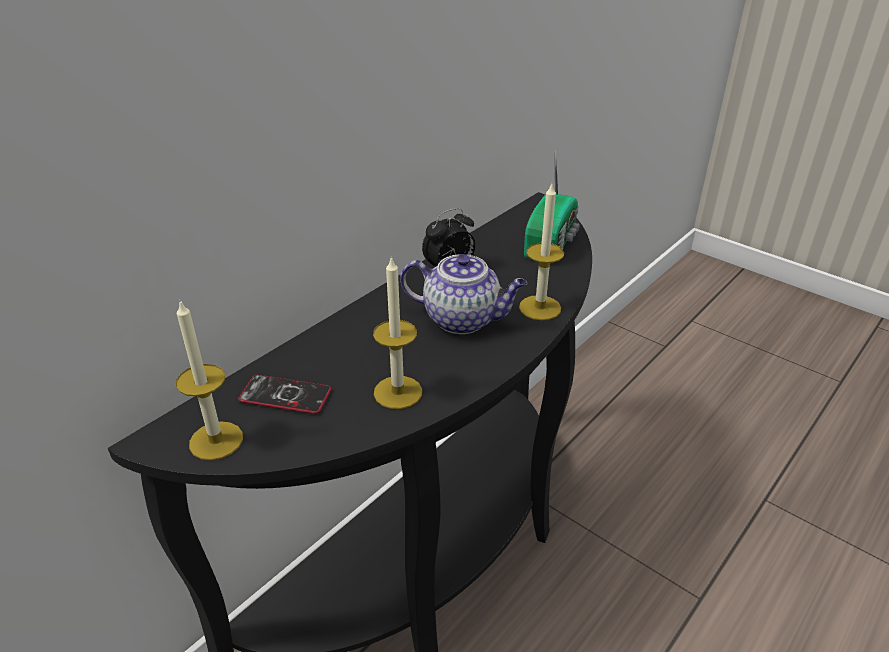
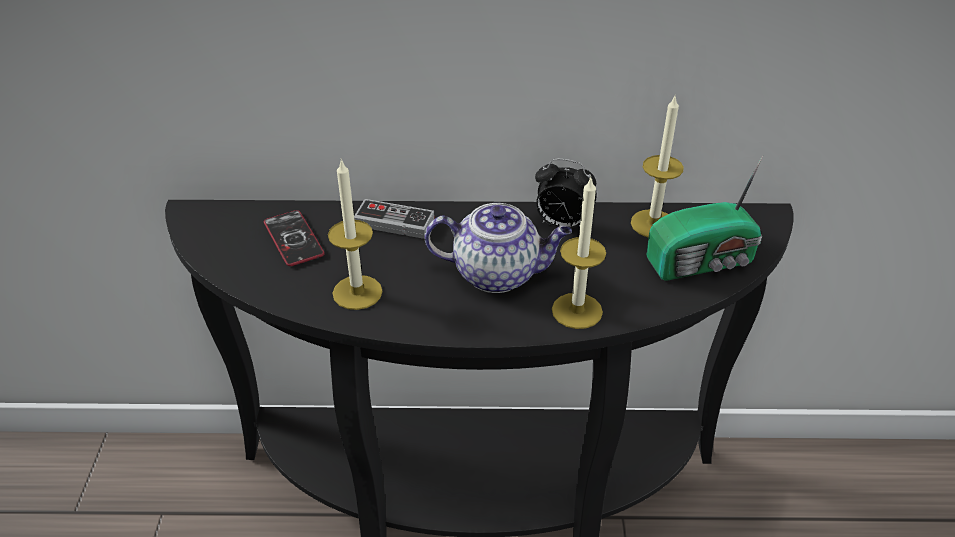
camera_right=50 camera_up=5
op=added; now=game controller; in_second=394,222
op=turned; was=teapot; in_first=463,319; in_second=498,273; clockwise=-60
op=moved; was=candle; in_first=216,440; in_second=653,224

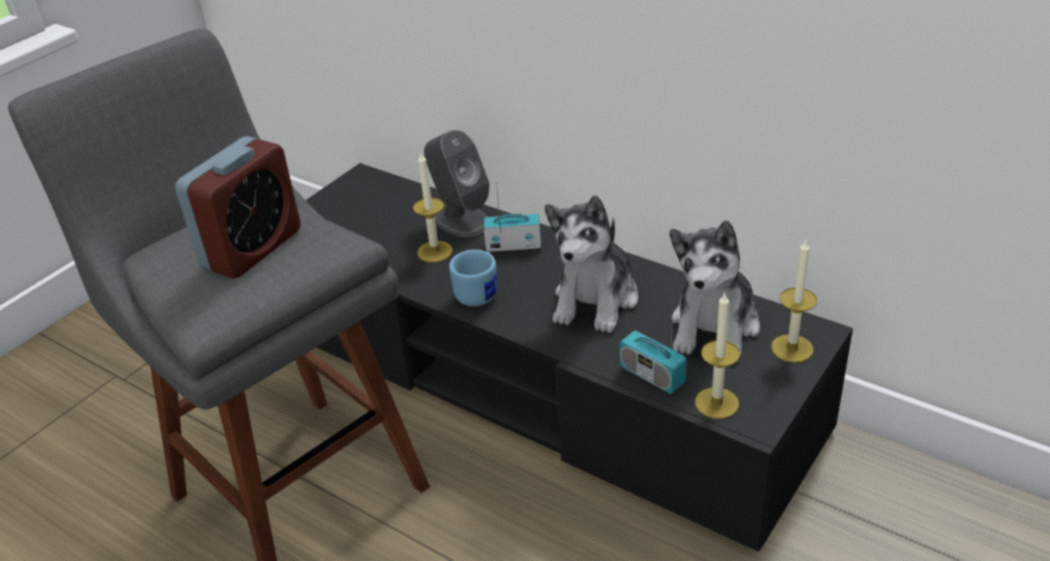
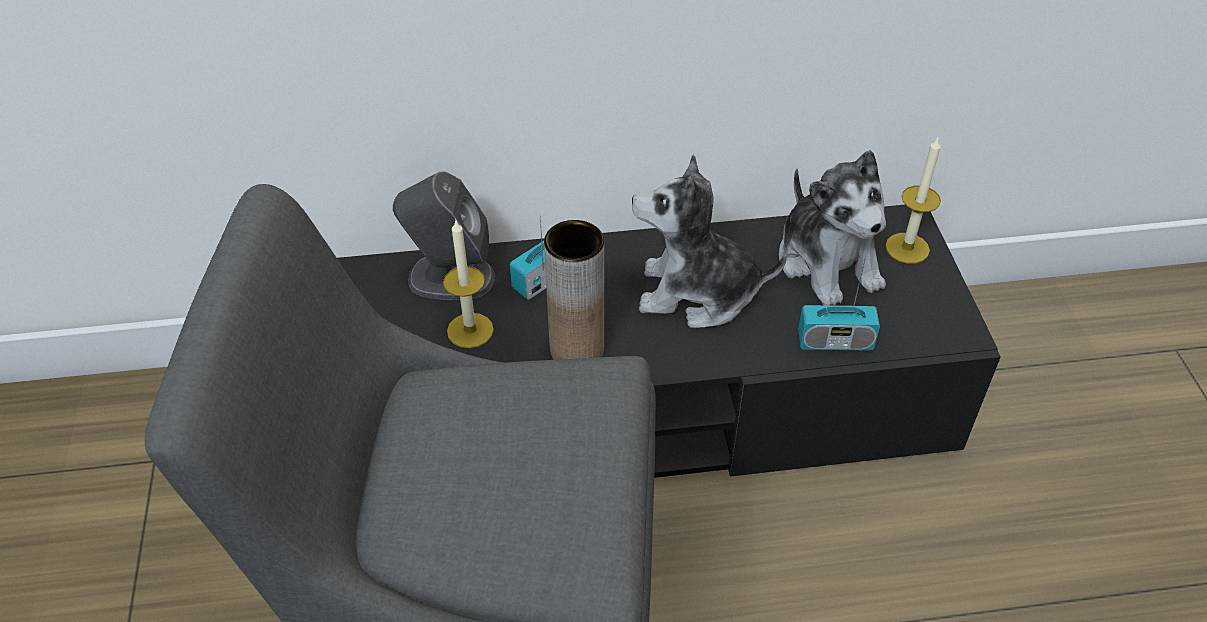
camera_right=-45 camera_up=10
op=replaced; was=blue mug; now=brown vase; in_first=479,292; in_second=577,350
op=turned; was=plush toy; in_first=596,300; in_second=697,293; clockwise=120
op=removed; was=alarm clock; in_first=252,248
op=removed; was=candle; in_first=716,403

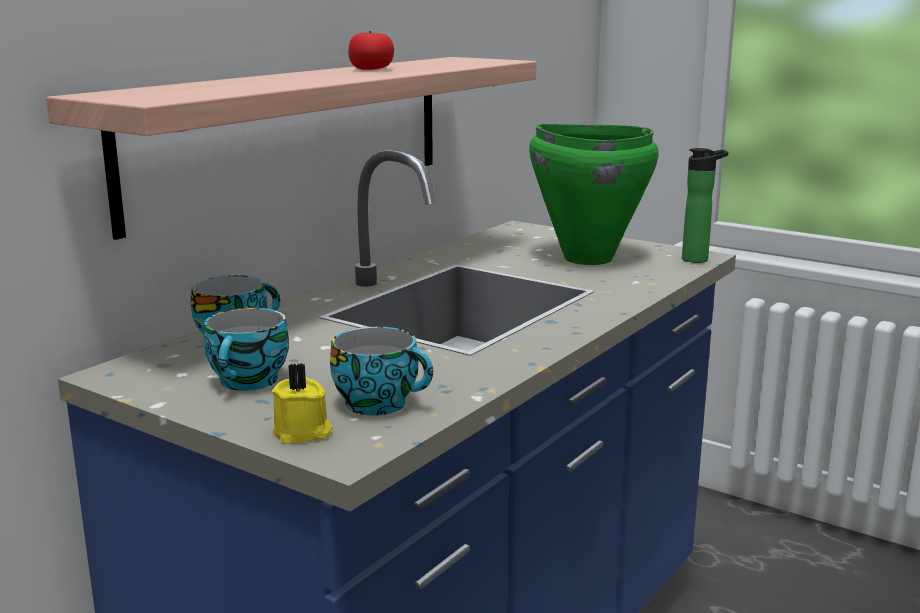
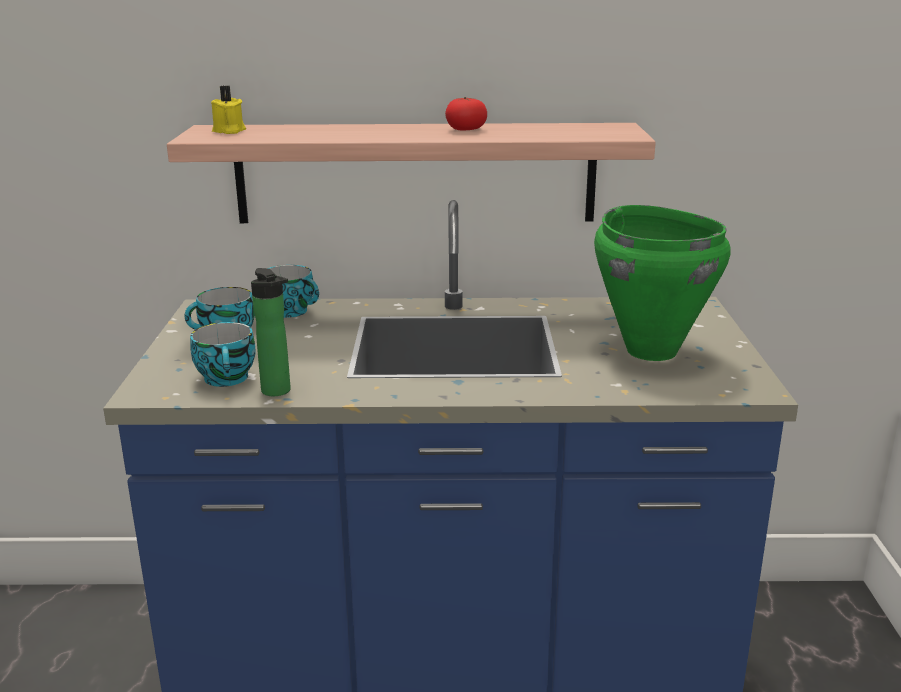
camera_right=55 camera_up=5
op=moved; was=yellow candle; in_first=303,433; in_second=228,131
op=moved; was=bottle; in_first=699,259; in_second=278,392

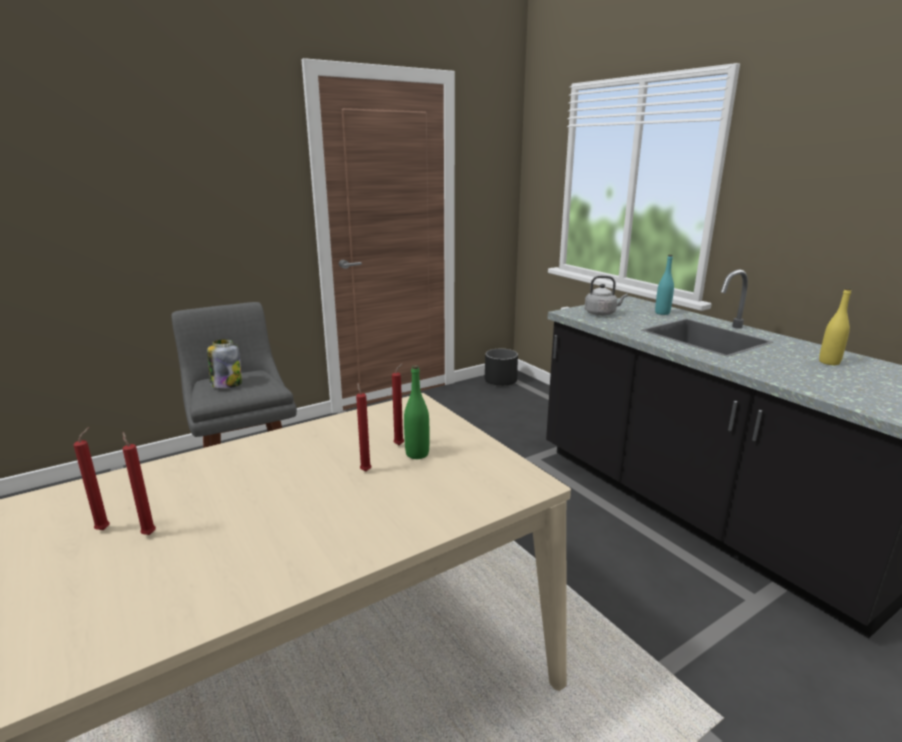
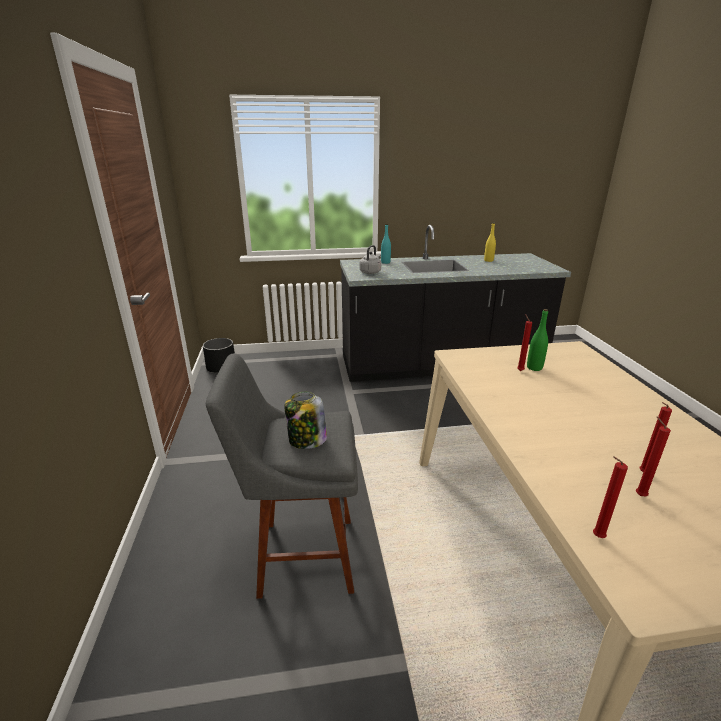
camera_right=-65 camera_up=5
op=moved; was=red candle; in_first=365,470; in_second=596,537

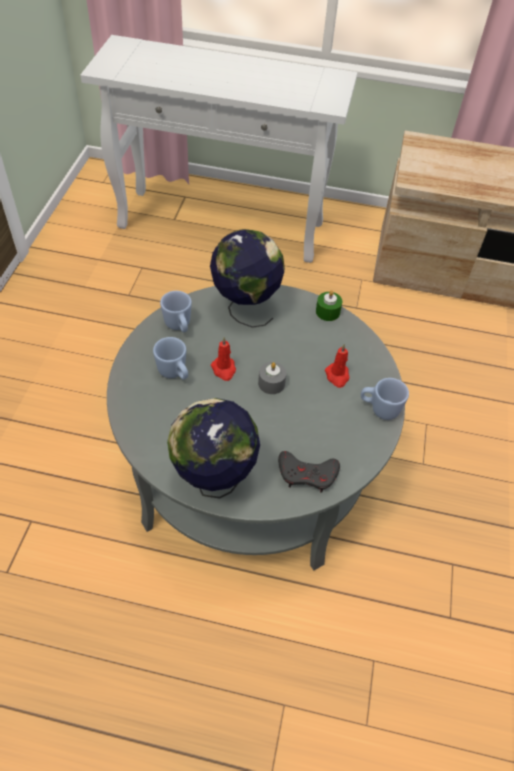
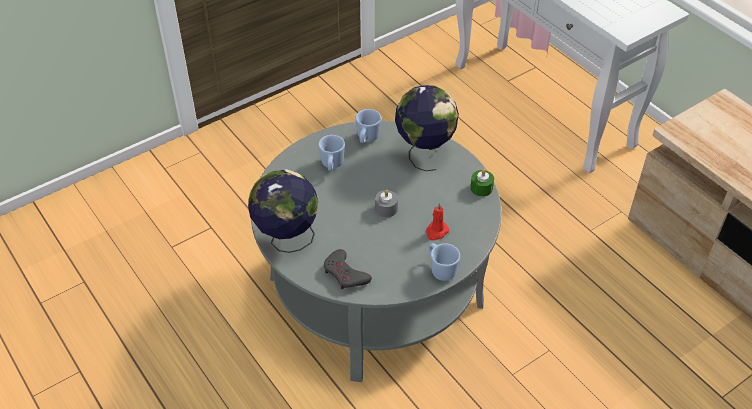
camera_right=45 camera_up=-5
op=removed; was=red candle; in_first=224,369

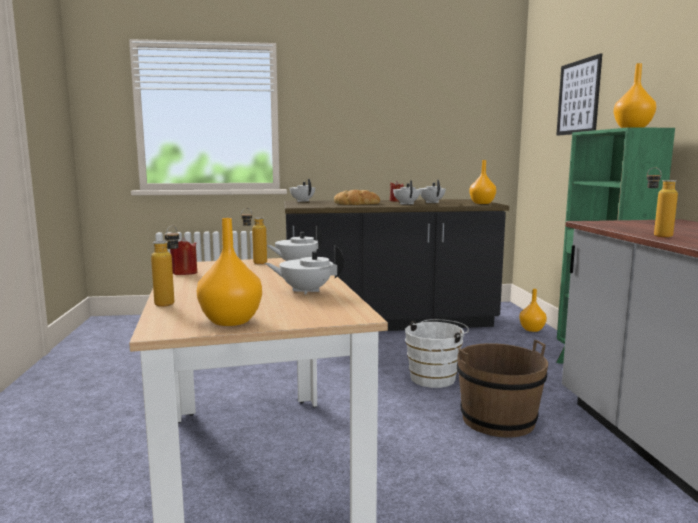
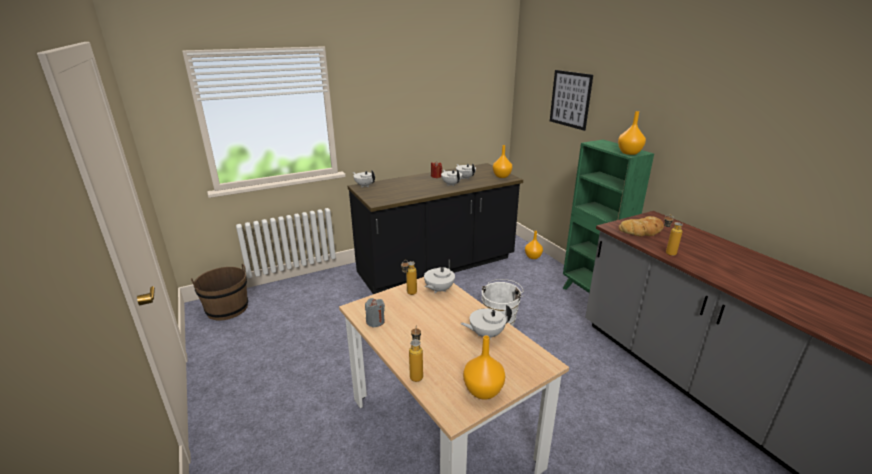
camera_right=-20 camera_up=15
op=moved; was=brown bucket; in_first=498,420; in_second=227,309
op=recoloured; was=red candle; now=grey candle; in_first=184,273; in_second=375,321
op=moved; was=bread; in_first=356,204; in_second=642,230

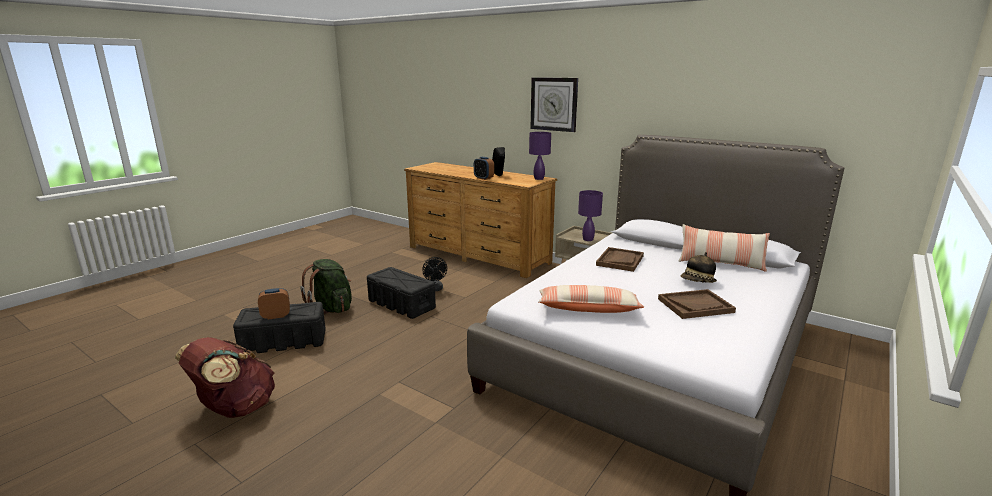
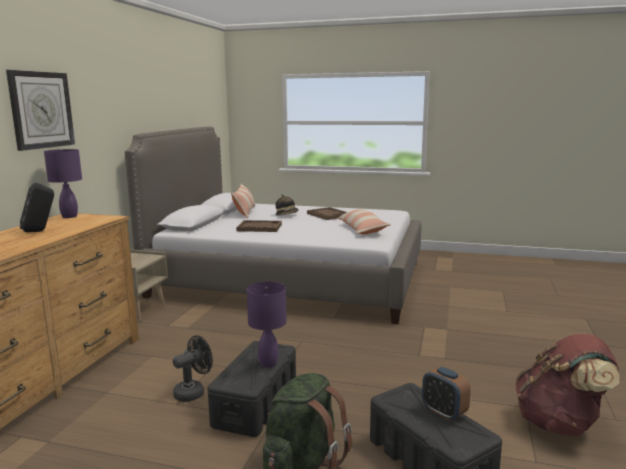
camera_right=-110 camera_up=-5
op=moved; was=purple table lamp; in_first=587,239; in_second=268,364
op=removed; was=alarm clock; in_first=483,178

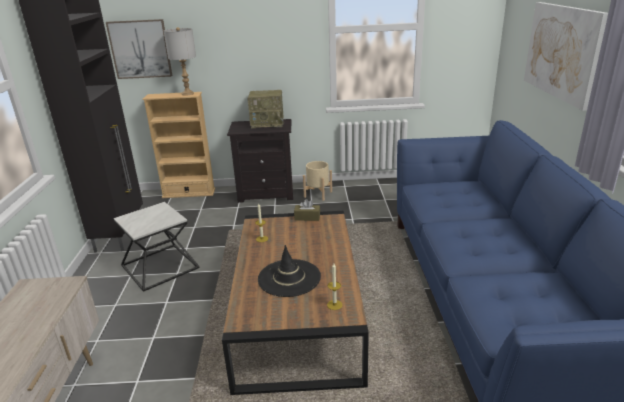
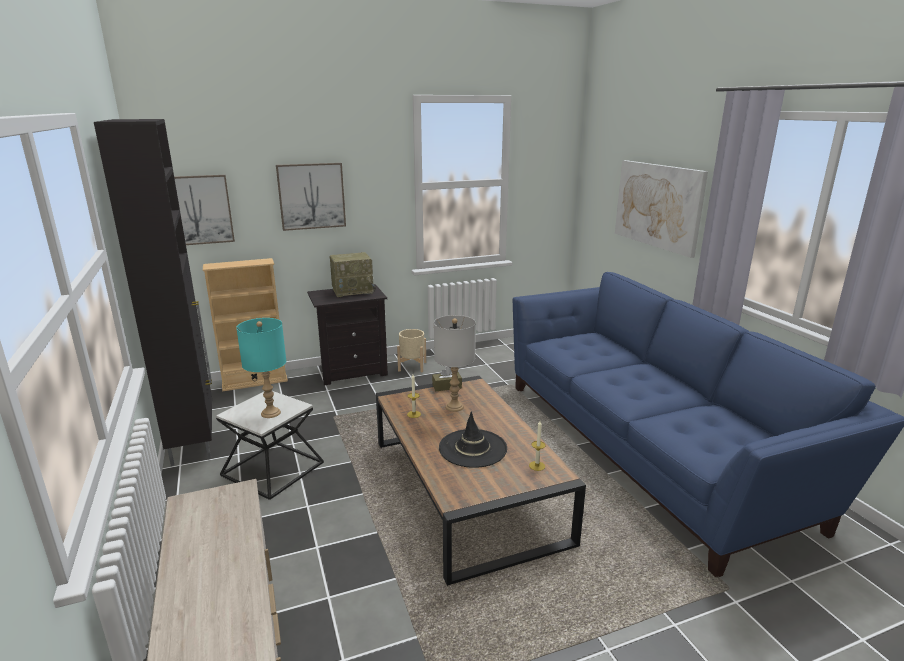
camera_right=-20 camera_up=-5
op=added; now=turquoise table lamp; in_second=271,413
op=added; now=picture; in_second=311,196
op=moved; was=grey table lamp; in_first=187,93; in_second=454,407

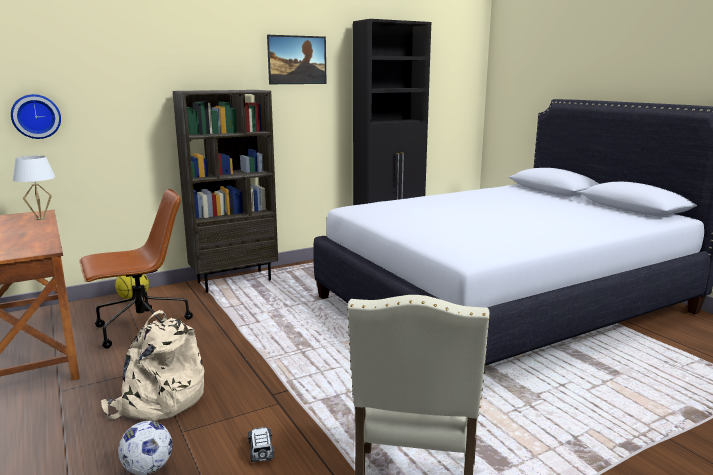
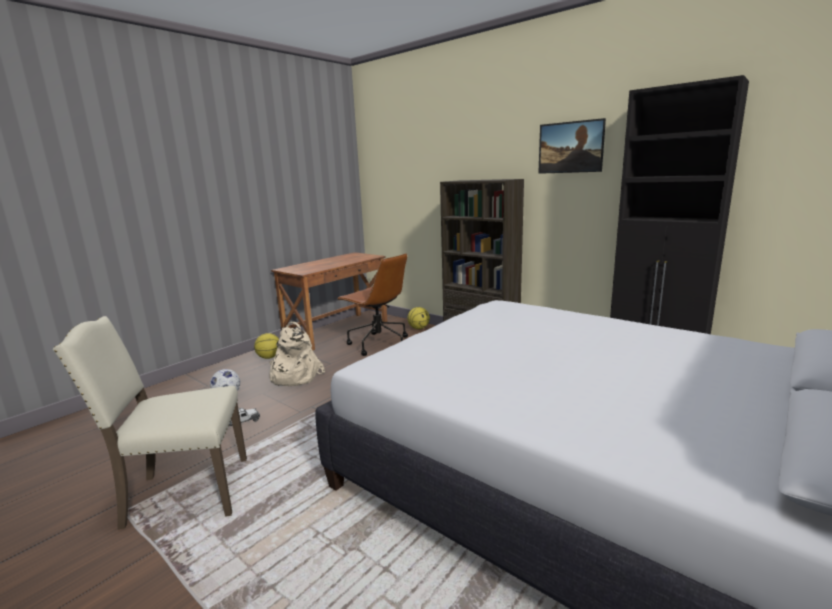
camera_right=70 camera_up=0
op=added; now=basketball; in_second=269,357
op=removed; was=wall clock; in_first=36,116
op=removed; was=white table lamp; in_first=41,219

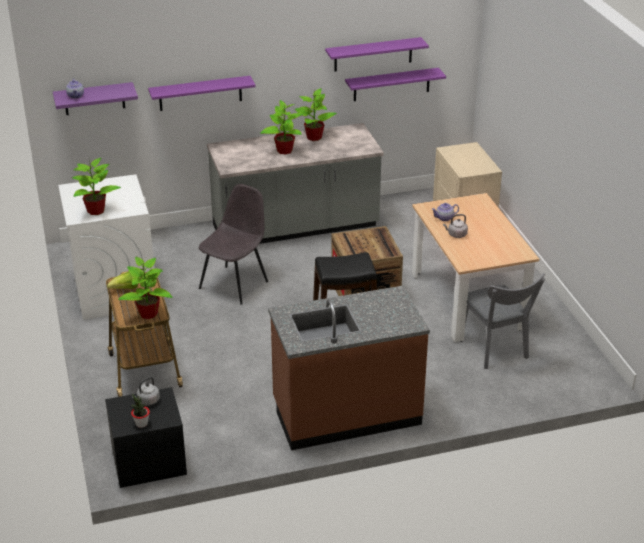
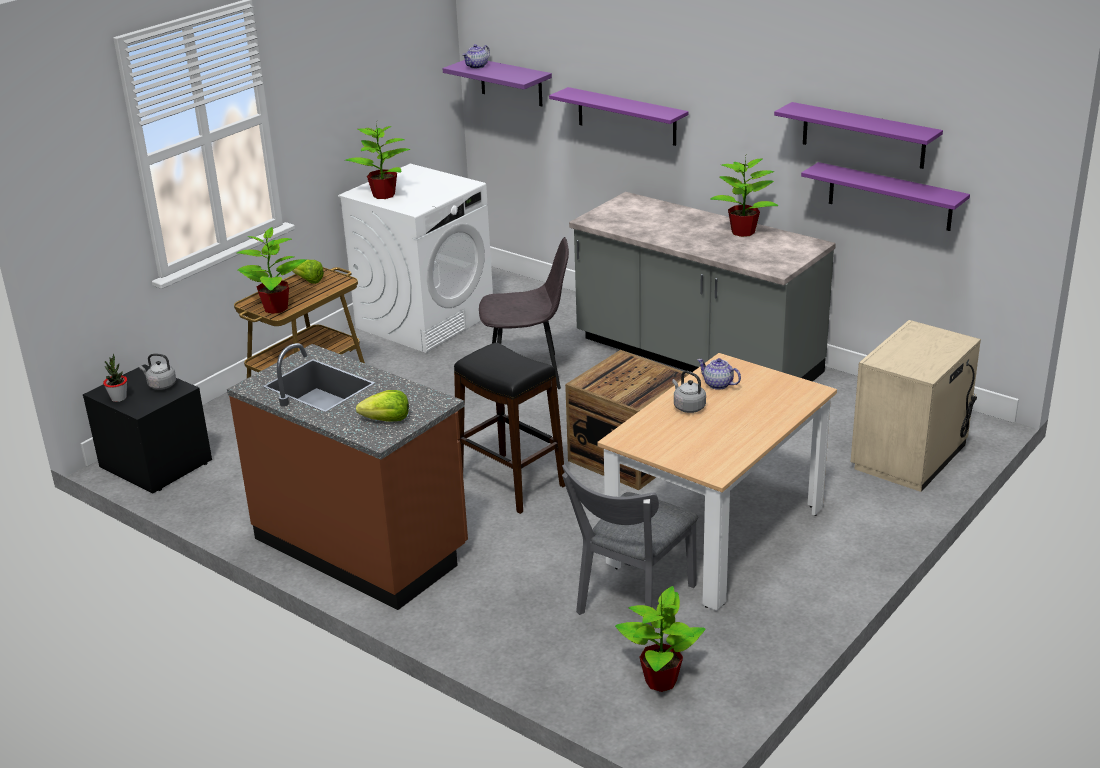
camera_right=55 camera_up=-5
op=added; now=lettuce; in_second=387,420
op=moved; was=potted plant; in_first=284,150; in_second=661,680

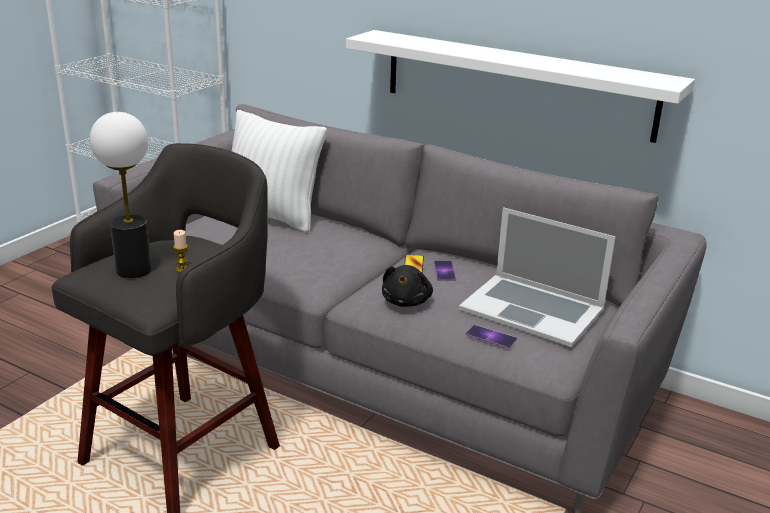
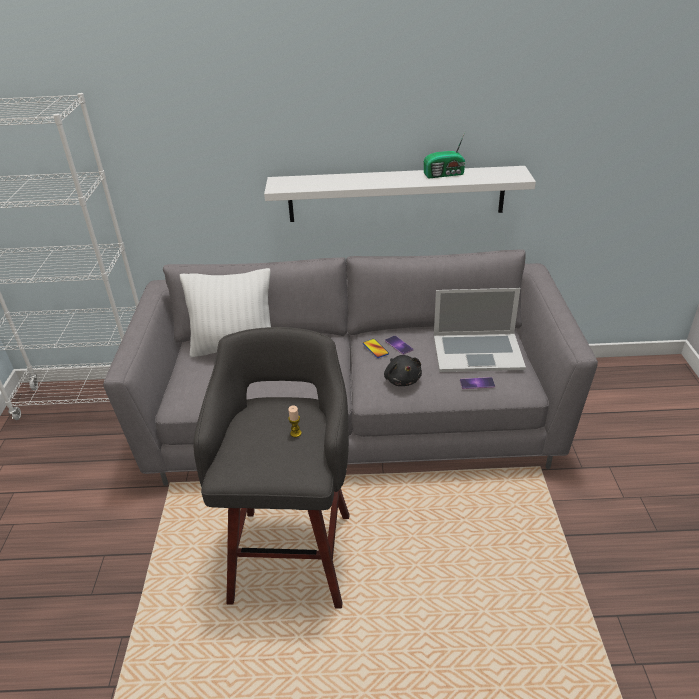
camera_right=-30 camera_up=10
op=added; now=radio; in_second=445,174
op=removed; was=table lamp; in_first=134,270

